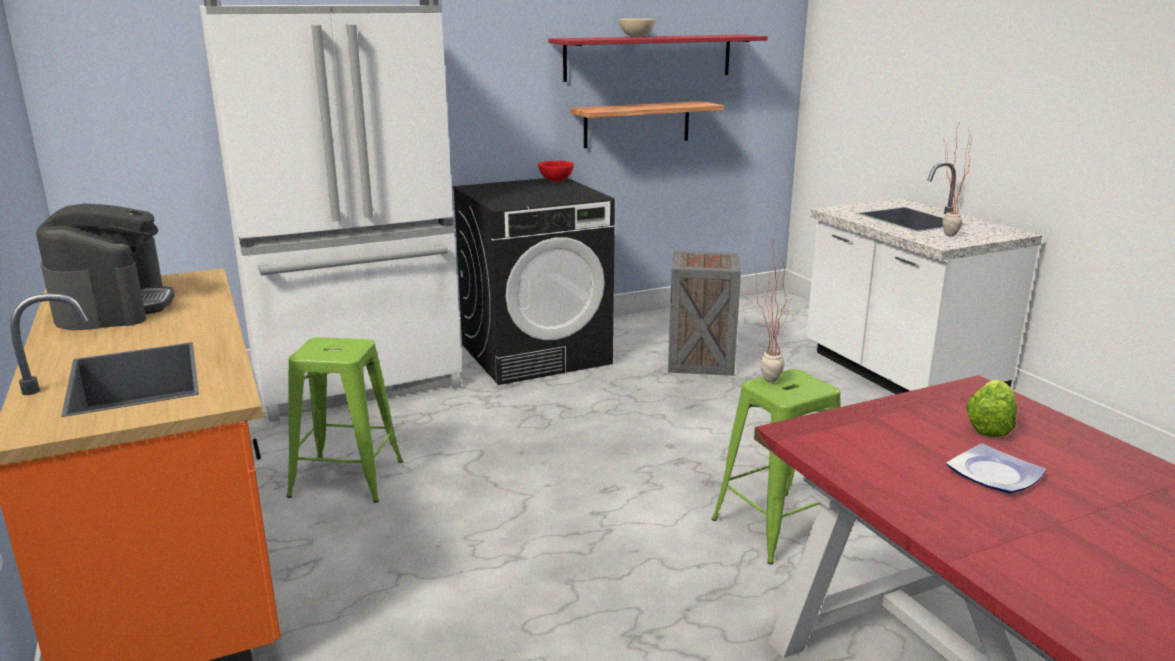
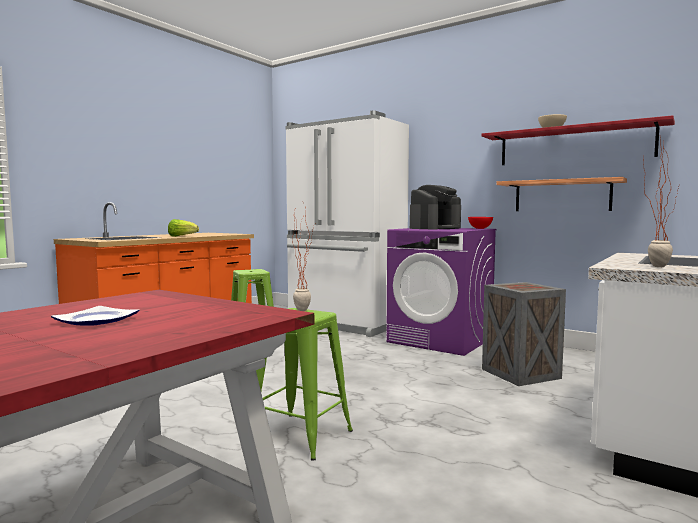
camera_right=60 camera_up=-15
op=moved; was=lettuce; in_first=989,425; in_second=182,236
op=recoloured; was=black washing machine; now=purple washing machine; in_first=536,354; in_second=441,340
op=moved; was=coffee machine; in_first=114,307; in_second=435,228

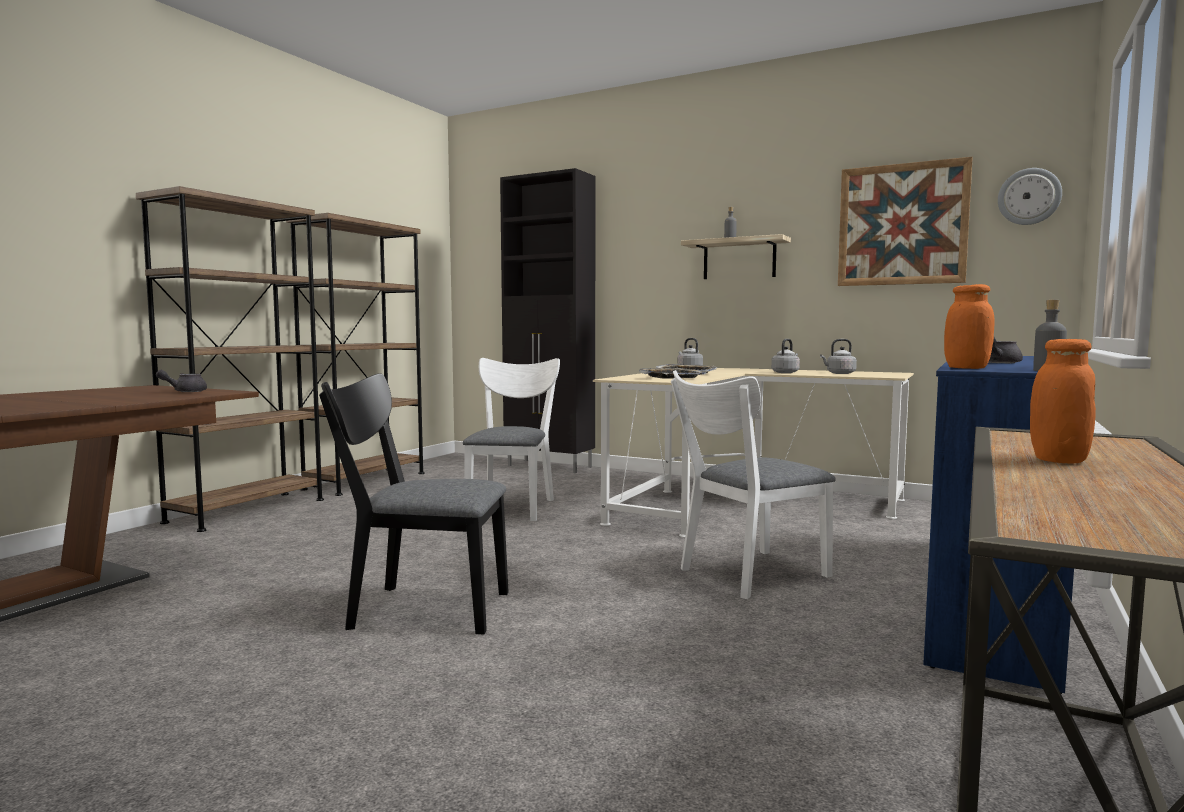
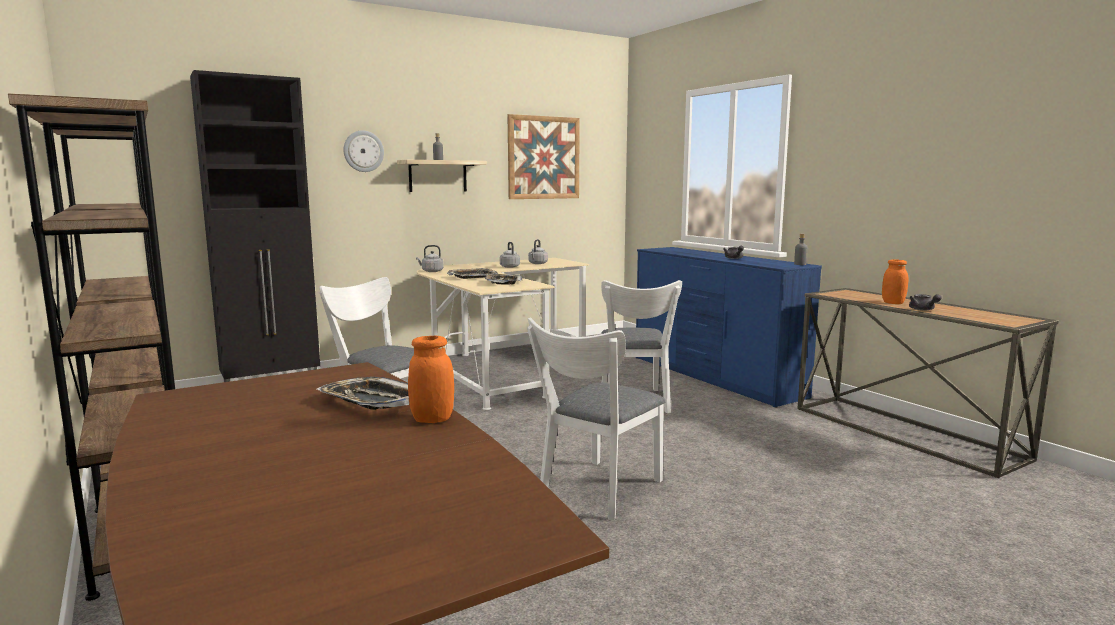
camera_right=-60 camera_up=5
op=added; now=tray; in_second=372,401
op=moved; was=wall clock; in_first=1029,196; in_second=363,151
op=moved; was=orange jar; in_first=966,368; in_second=432,419
op=recoloured; was=black chair; now=white chair; in_first=418,609; in_second=596,492
op=moved; was=grey teapot; in_first=185,391; in_second=923,310

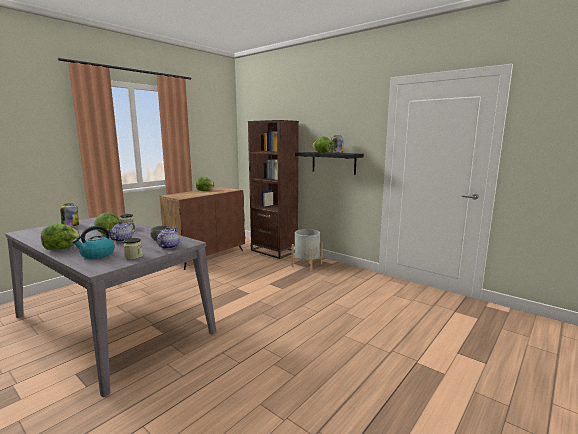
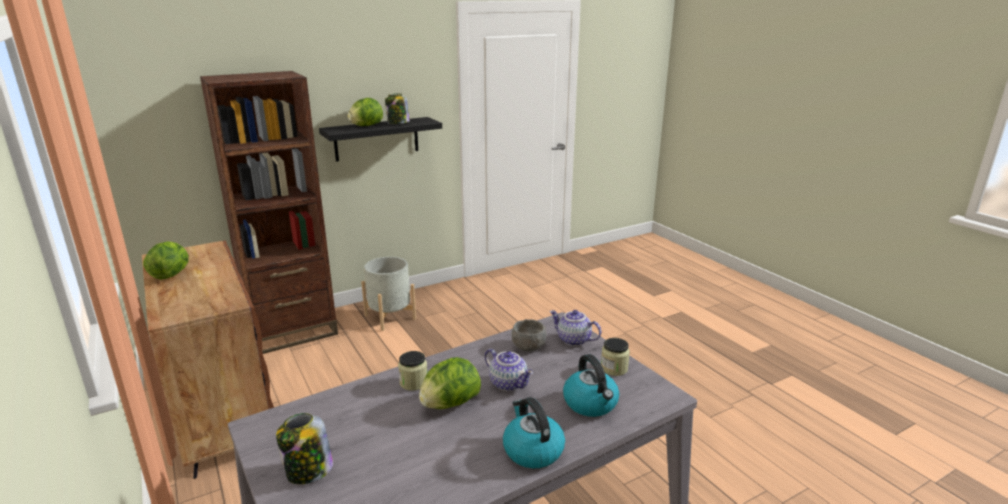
camera_right=-70 camera_up=10
op=replaced; was=lettuce; now=kettle; in_first=62,248; in_second=532,450

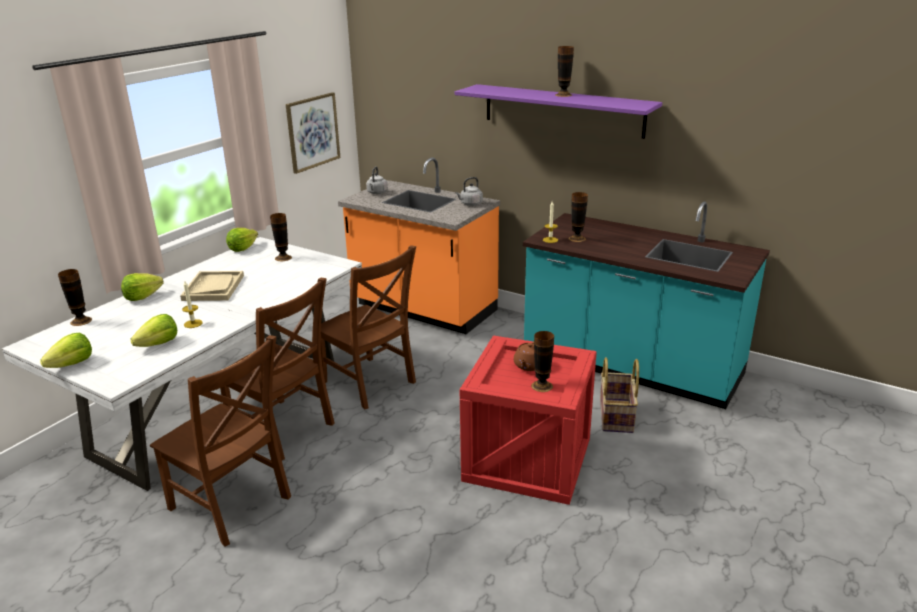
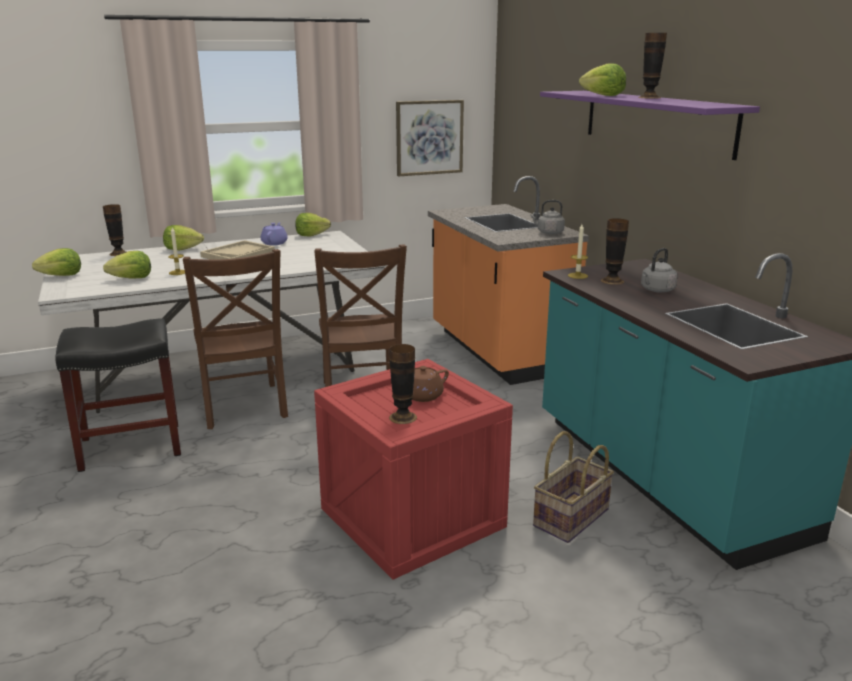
camera_right=35 camera_up=-5
op=replaced; was=brown chair; now=black stool; in_first=232,505; in_second=129,447
op=added; now=purple teapot; in_second=274,243
op=added; now=lettuce; in_second=603,95
op=moved; was=grey kettle; in_first=377,193; in_second=656,290
op=removed; was=vase; in_first=283,258

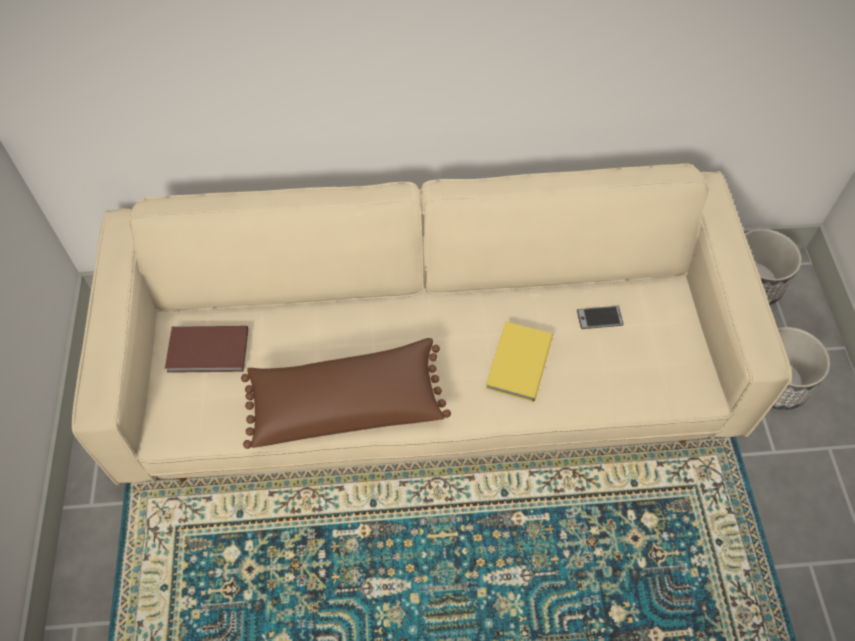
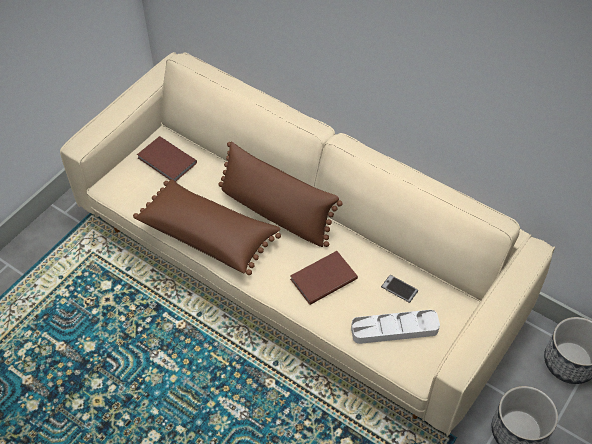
camera_right=40 camera_up=-5
op=added; now=brown pillow; in_second=276,212
op=recoloured; was=yellow book; now=brown book; in_first=517,363; in_second=322,278
op=added; now=grey tray; in_second=394,329

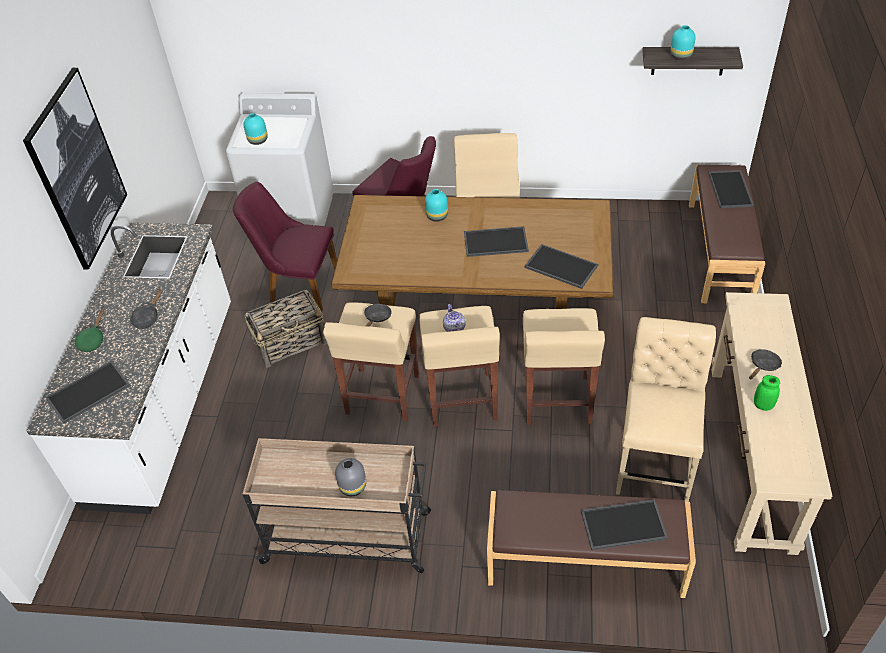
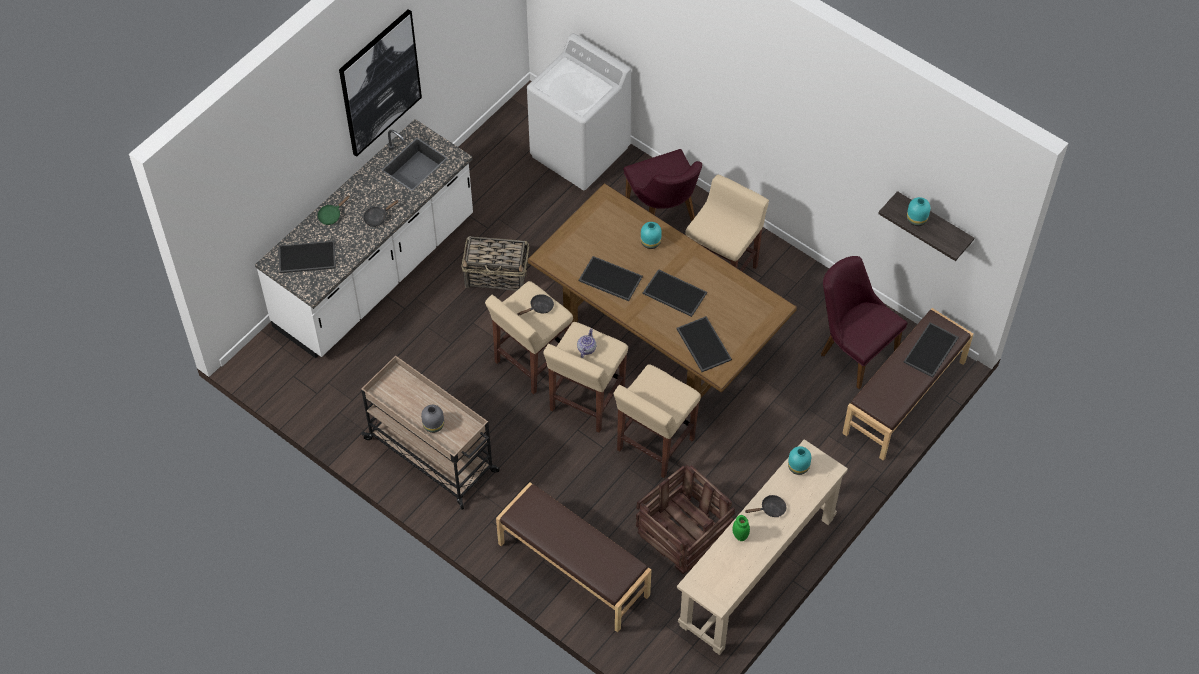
camera_right=30 camera_up=10
op=moved; was=tray; in_first=623,526; in_second=609,279
op=replaced; was=beige chair; now=crate; in_first=655,461; in_second=684,533
op=moved; was=turquoise vase; in_first=257,140; in_second=798,466
op=moved; was=purple chair; in_first=297,286; in_second=853,350

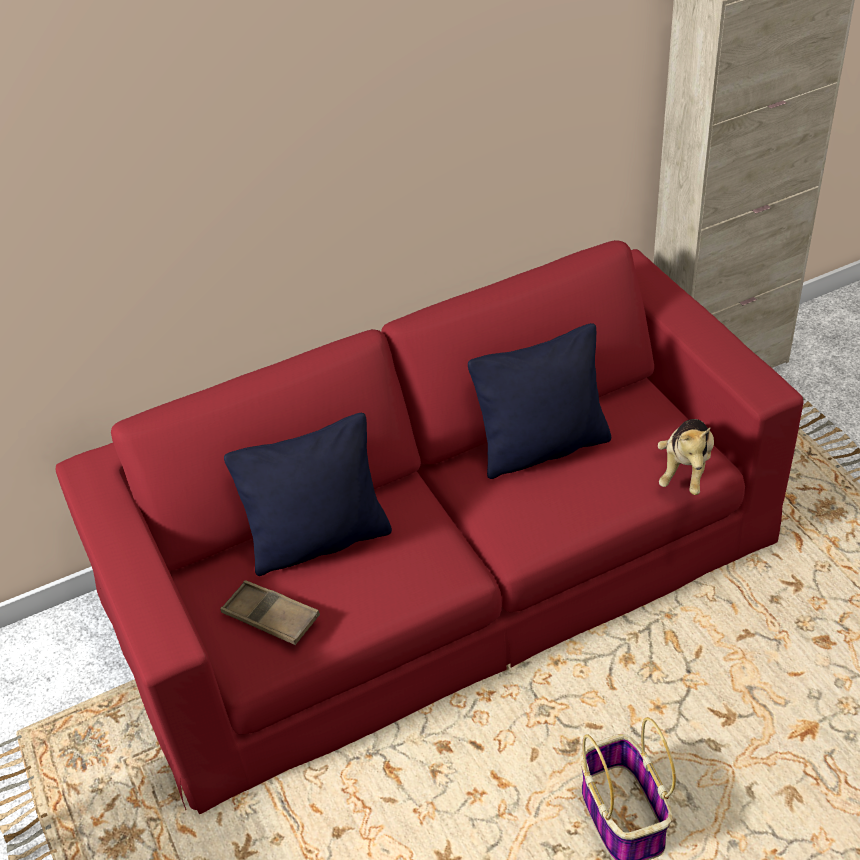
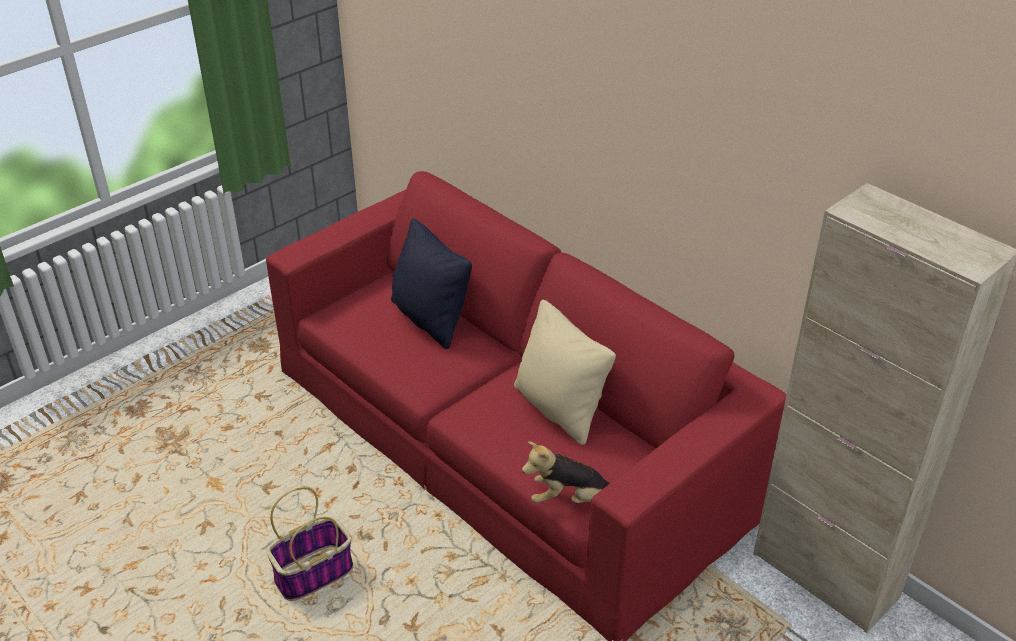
camera_right=70 camera_up=-5
op=recoloured; was=black pillow; now=beige pillow; in_first=542,448; in_second=559,409
op=removed; was=brown tray; in_first=271,617

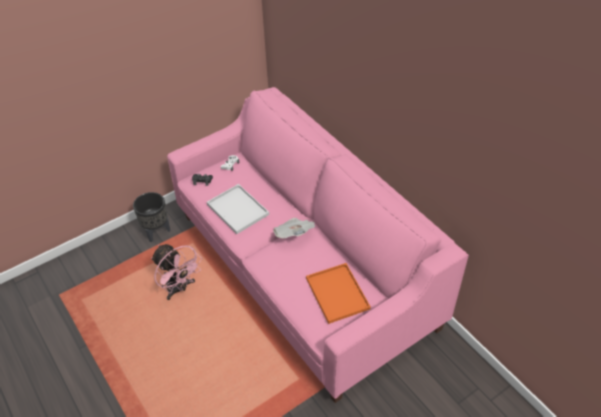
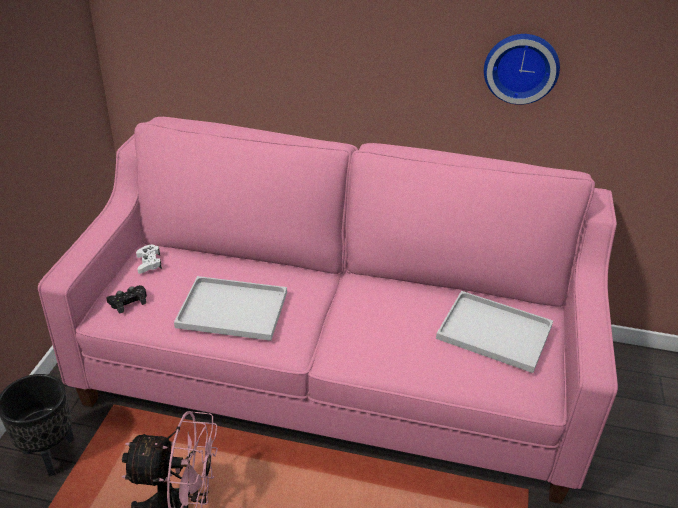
camera_right=-45 camera_up=-10
op=recoloured; was=orange tray; now=white tray; in_first=338,294; in_second=497,332
op=added; now=wall clock; in_second=521,67
op=removed; was=newspaper; in_first=294,235

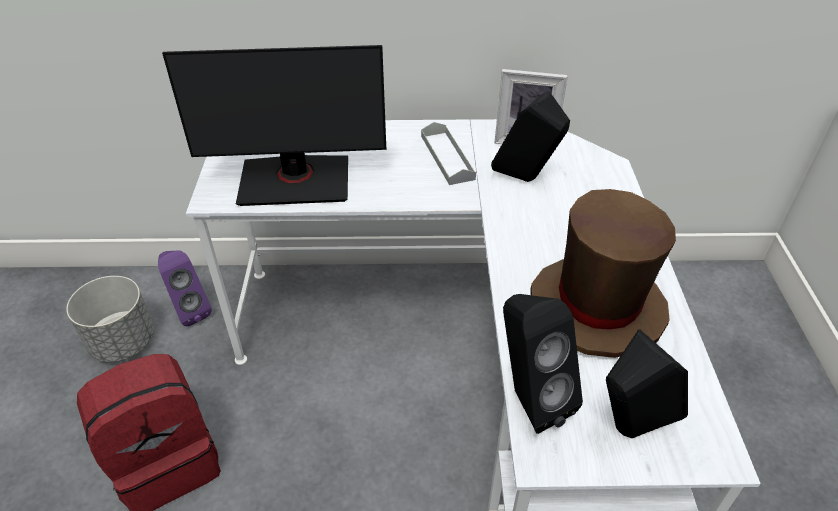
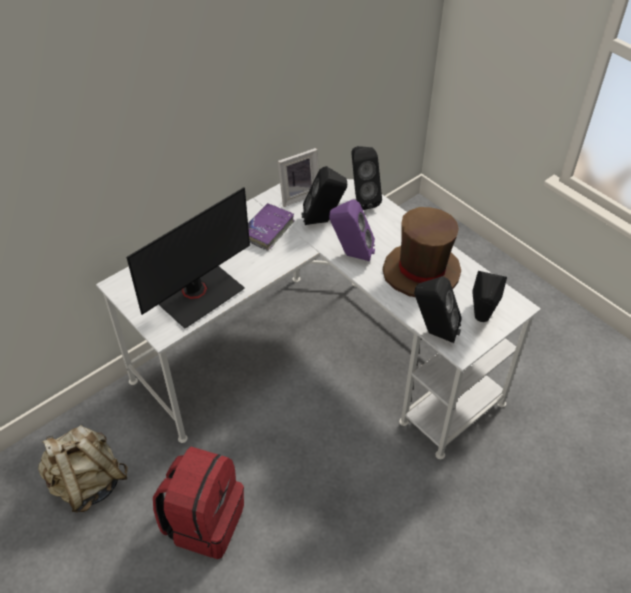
camera_right=-40 camera_up=5
op=replaced; was=grey planter; now=beige backpack; in_first=122,342; in_second=87,483
op=replaced; was=grey tray; now=purple book; in_first=447,157; in_second=267,230
op=moved; was=purple speaker; in_first=189,311; in_second=351,254
op=added; now=black speaker; in_second=362,199

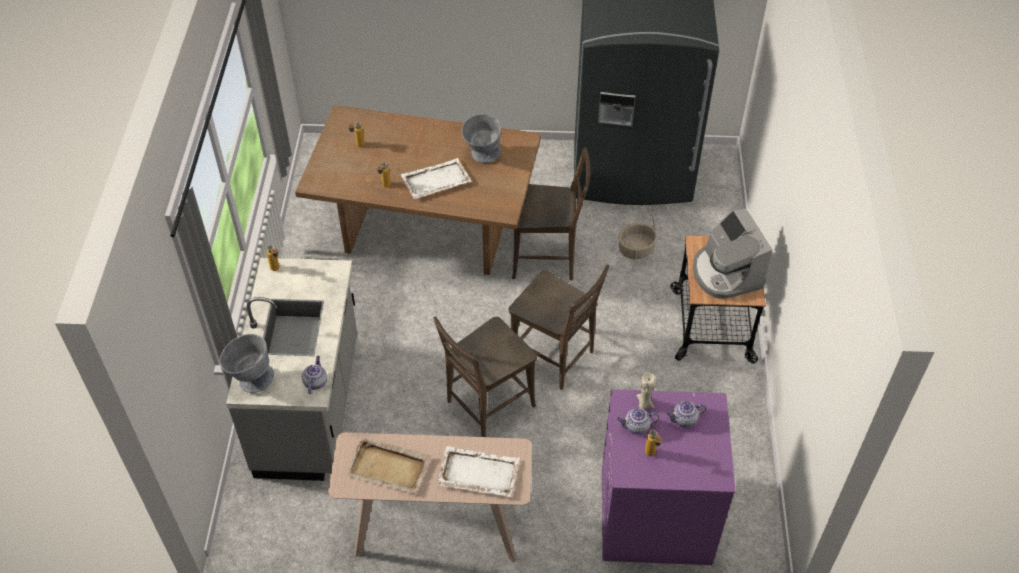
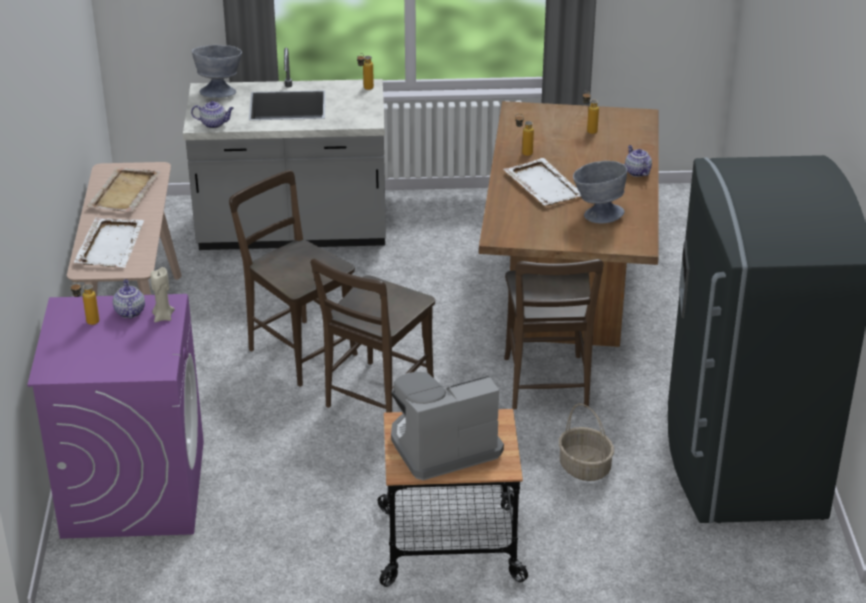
camera_right=85 camera_up=-15
op=moved; was=teapot; in_first=684,420; in_second=637,172

